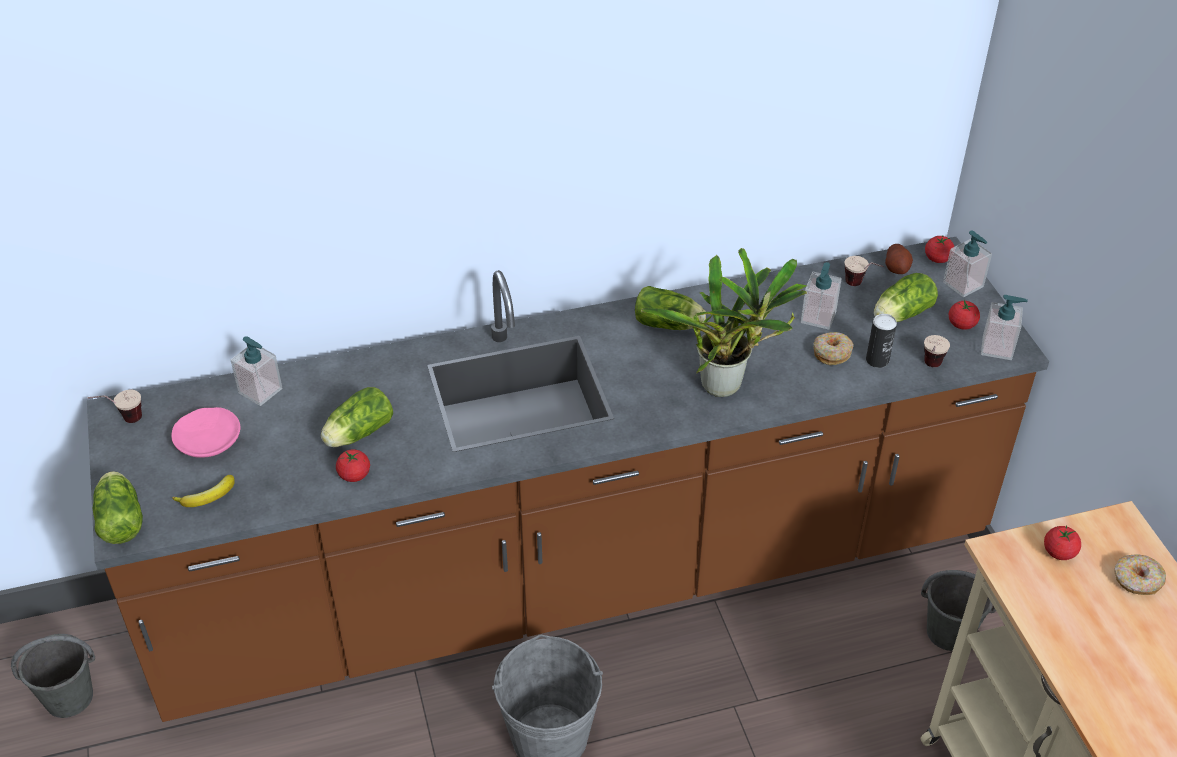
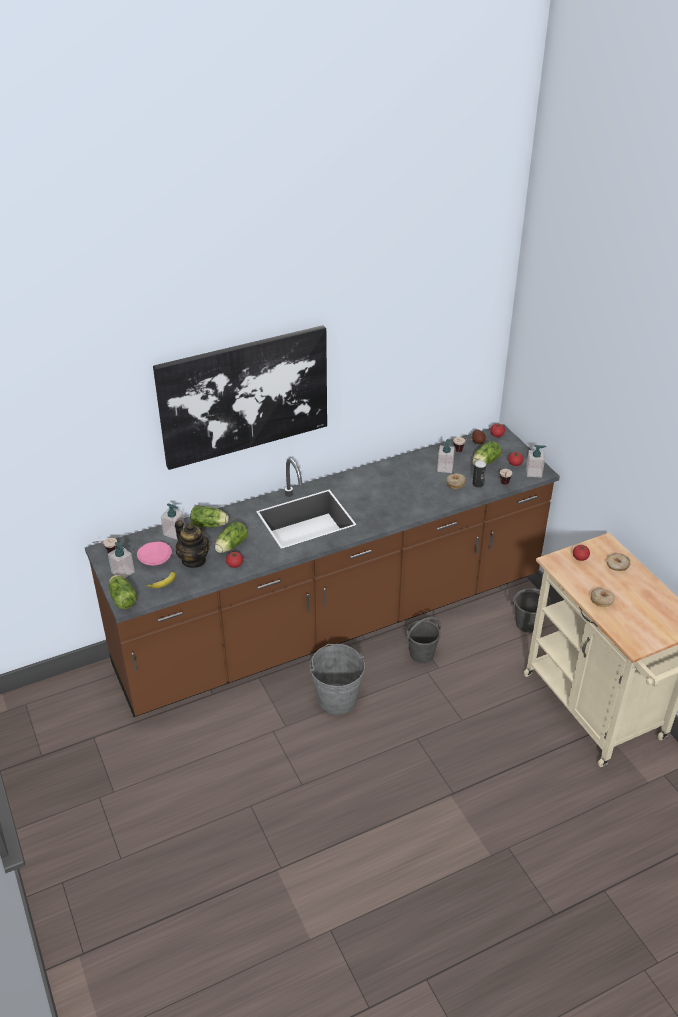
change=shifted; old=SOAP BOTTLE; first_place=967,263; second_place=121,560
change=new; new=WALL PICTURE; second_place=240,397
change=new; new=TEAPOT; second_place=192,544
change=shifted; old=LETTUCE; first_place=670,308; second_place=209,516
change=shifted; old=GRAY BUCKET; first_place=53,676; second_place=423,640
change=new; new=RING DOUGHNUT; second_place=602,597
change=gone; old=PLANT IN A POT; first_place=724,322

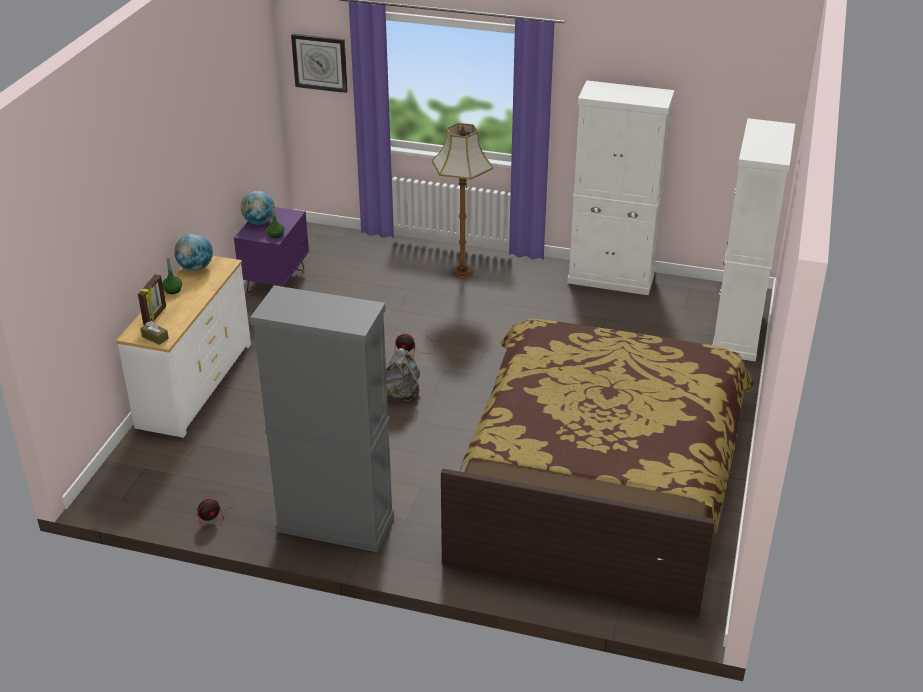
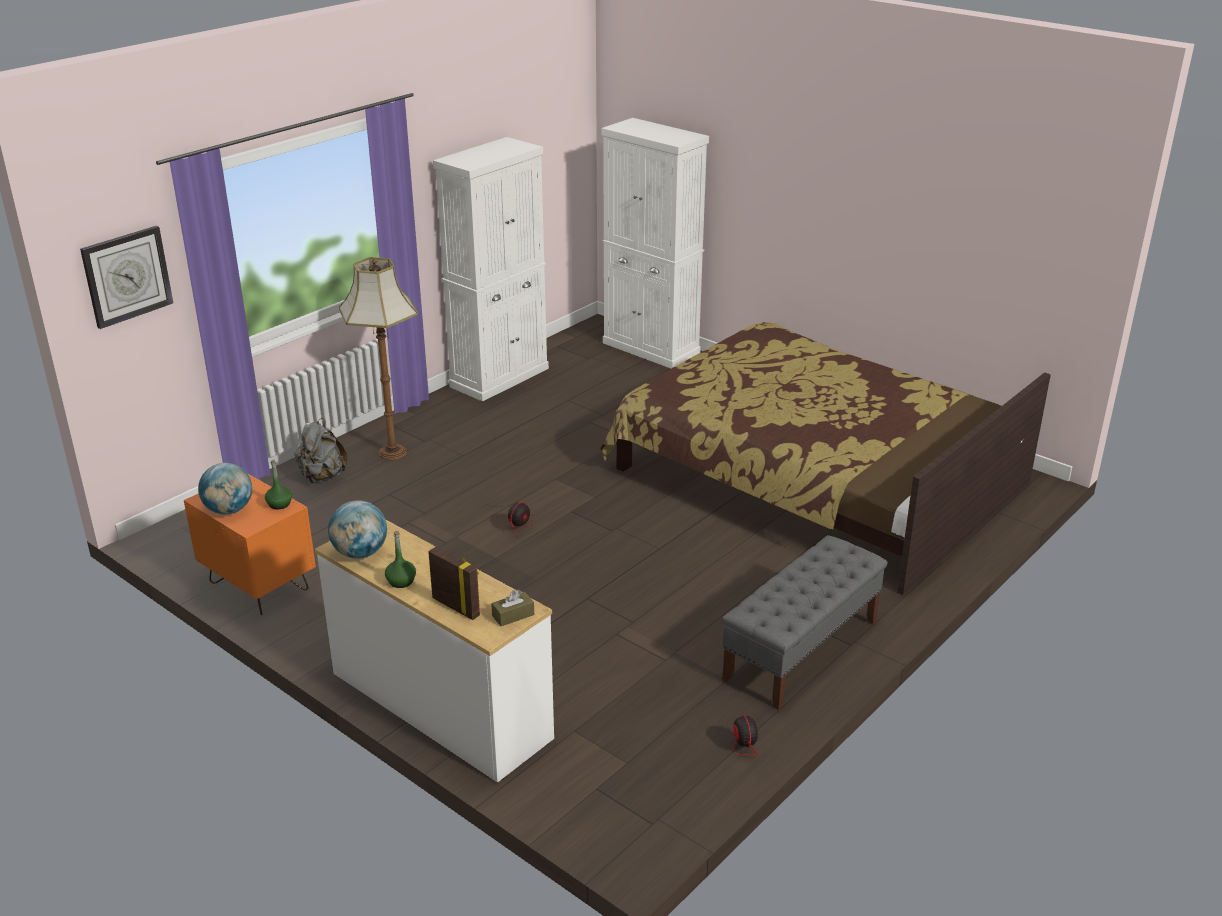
change=repainted; old=PURPLE BEDSIDE TABLE; new=ORANGE BEDSIDE TABLE; first_place=271,250; second_place=250,544
change=shifted; old=GRAY KNAPSACK; first_place=403,374; second_place=321,450
change=swapped; old=GRAY CUPBOARD; new=GRAY INDOOR BENCH; first_place=322,418; second_place=804,622

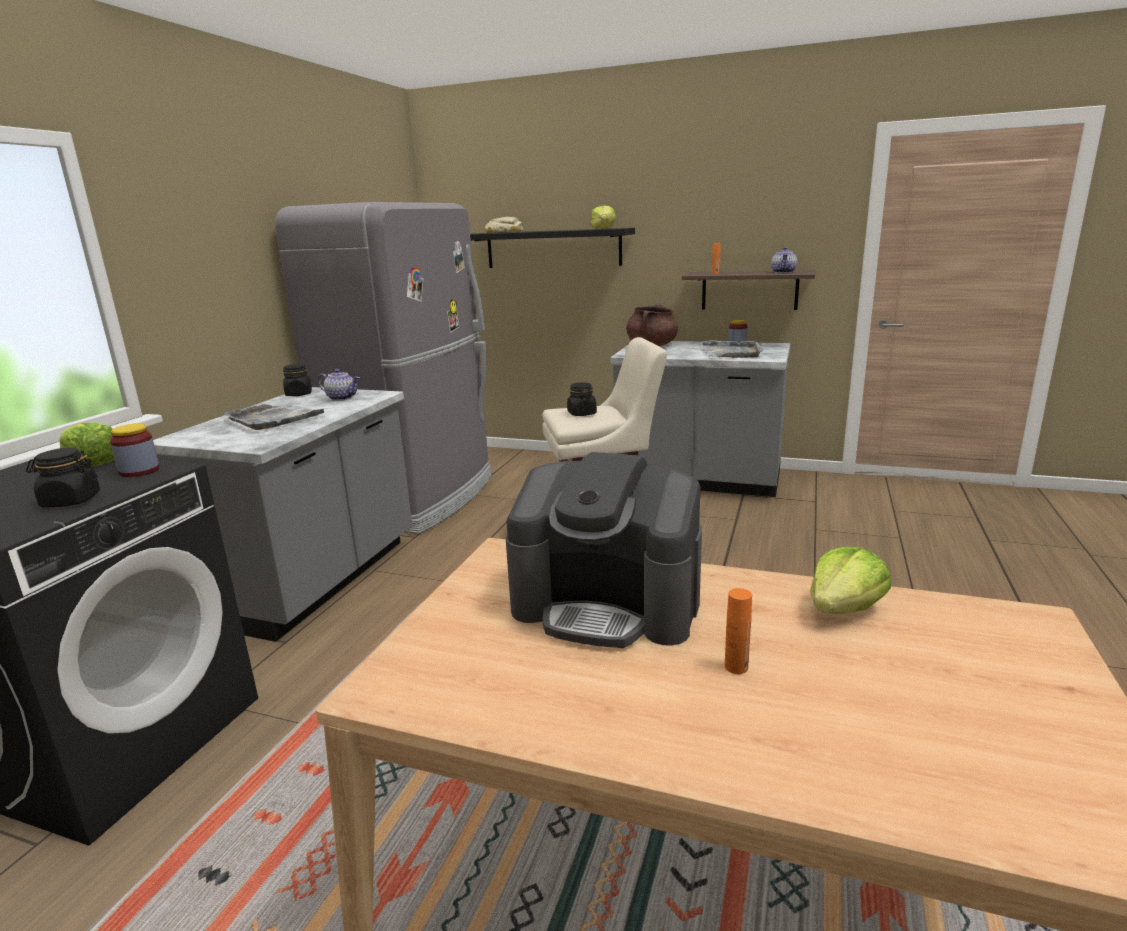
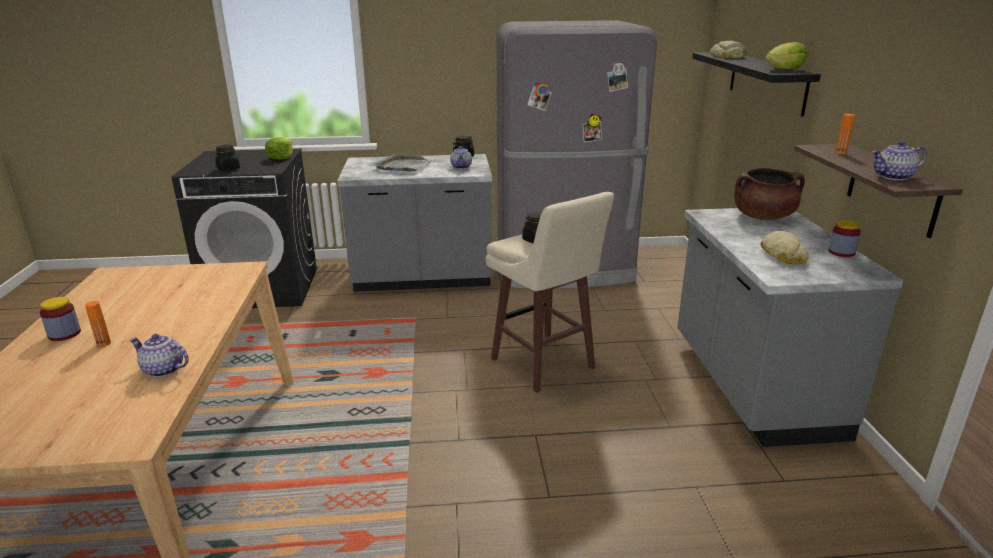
change=shifted; old=STORAGE JAR; first_place=135,450; second_place=60,319
change=swapped; old=LETTUCE; new=TEAPOT; first_place=850,580; second_place=159,355
change=swapped; old=GRAY CARRYING TRAY; new=BREAD; first_place=732,349; second_place=785,247
change=gone; old=COFFEE MACHINE; first_place=604,550

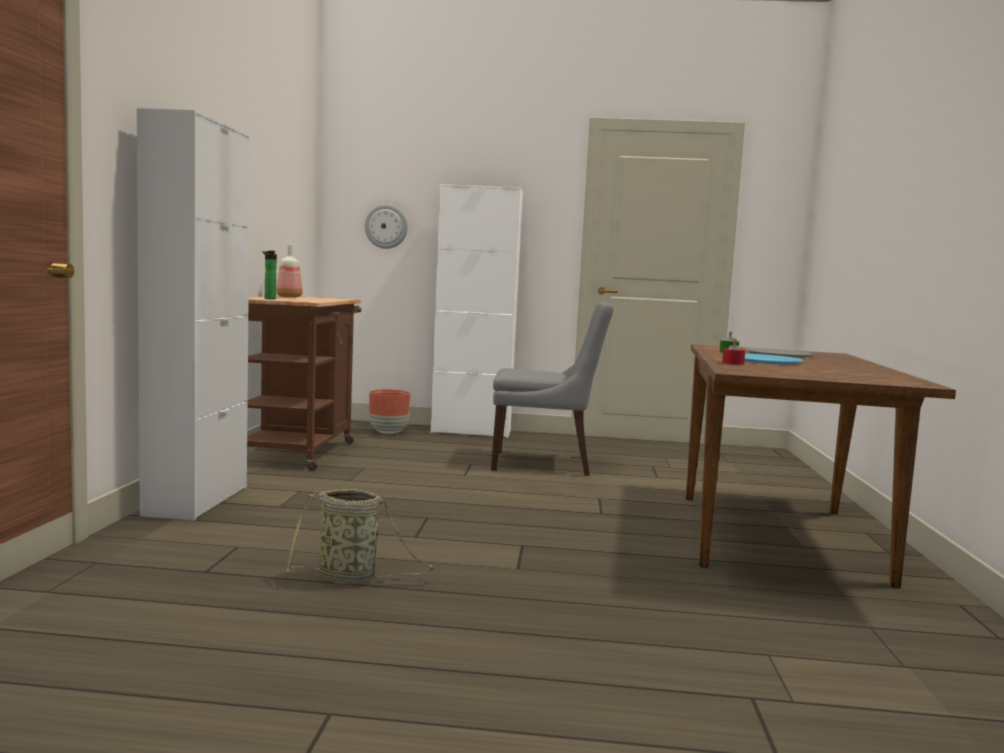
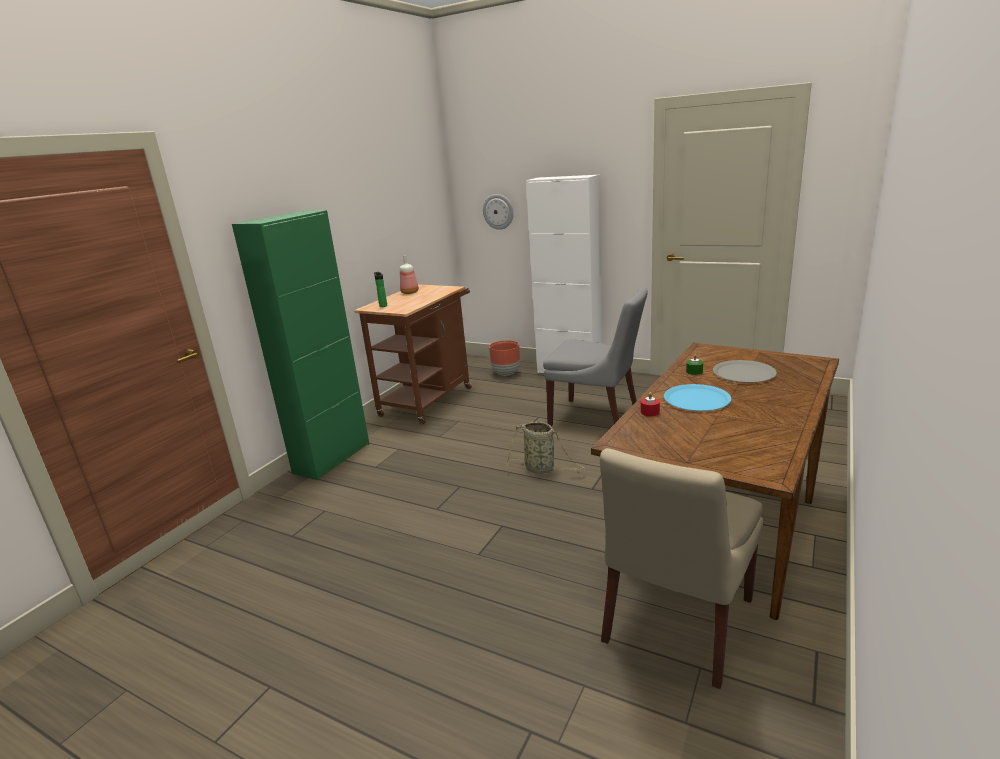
change=repainted; old=WHITE-COLOURED CUPBOARD; new=GREEN CUPBOARD; first_place=193,314; second_place=300,345
change=shifted; old=BASKET; first_place=359,536; second_place=545,448
change=new; new=BEIGE-COLOURED UPRIGHT CHAIR; second_place=681,568

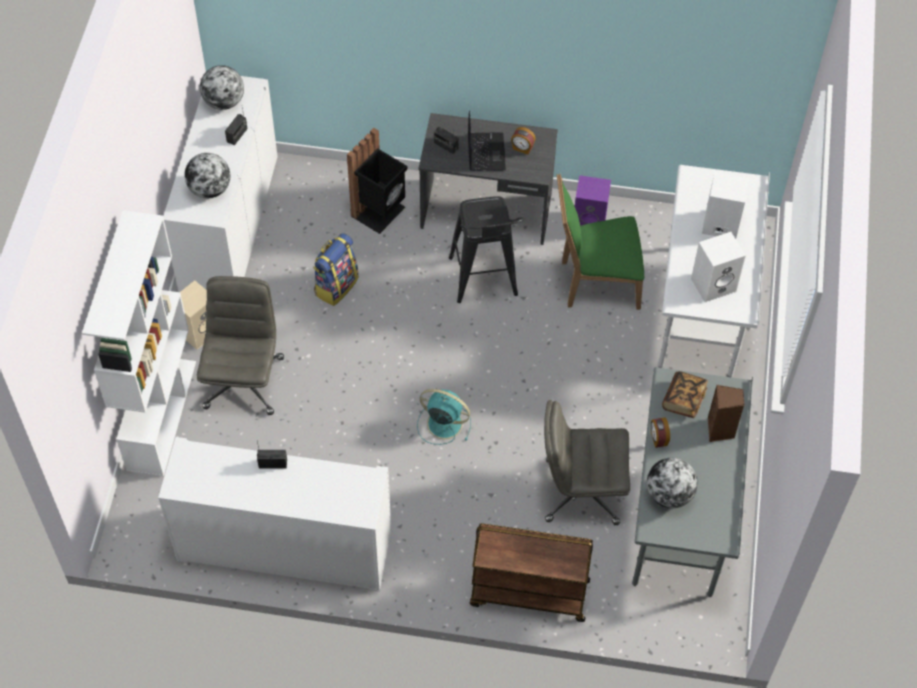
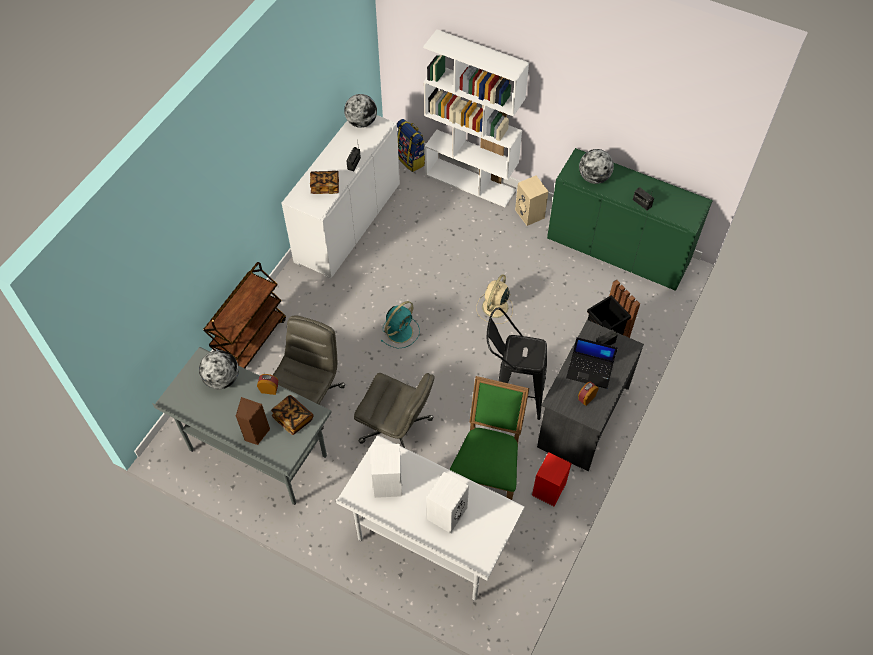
change=new; new=VOLUME; second_place=324,182
change=shifted; old=DESK GLOBE; first_place=222,87; second_place=360,111
change=shifted; old=GRAY OFFICE CHAIR; first_place=240,345; second_place=394,410
change=shifted; old=KNAPSACK; first_place=336,269; second_place=411,145
change=new; new=BEIGE-COLOURED ELECTRIC FAN; second_place=494,299
change=repainted; old=PURPLE LOUDSPEAKER; new=RED-COLOURED LOUDSPEAKER; first_place=593,200; second_place=552,479
change=repainted; old=WHITE-COLOURED CUPBOARD; new=GREEN CUPBOARD; first_place=220,184; second_place=630,219

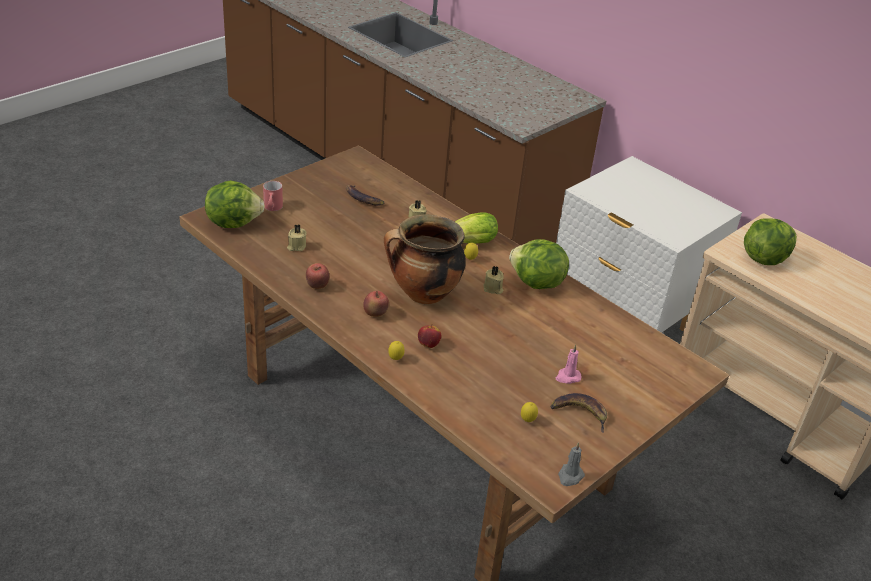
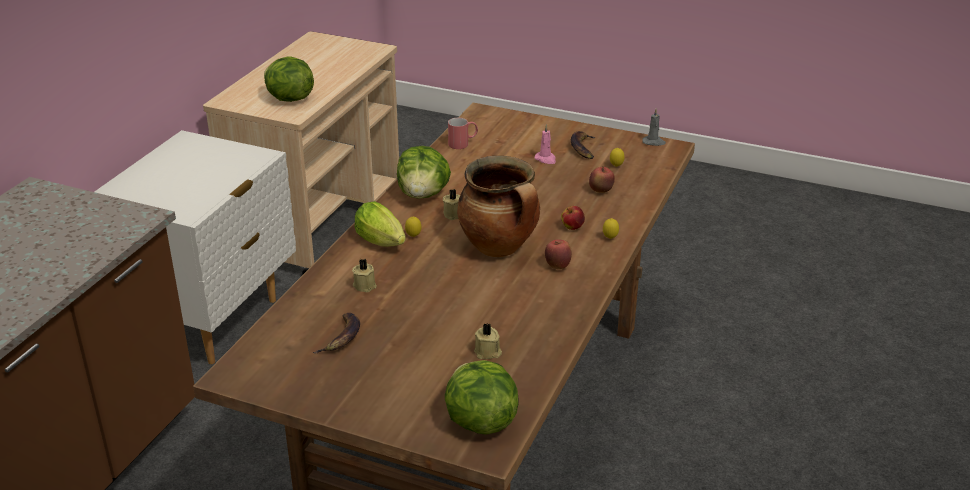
change=shifted; old=RED-COLOURED TEA MUG; first_place=273,196; second_place=463,133
change=shifted; old=APPLE FRUIT; first_place=317,276; second_place=602,179

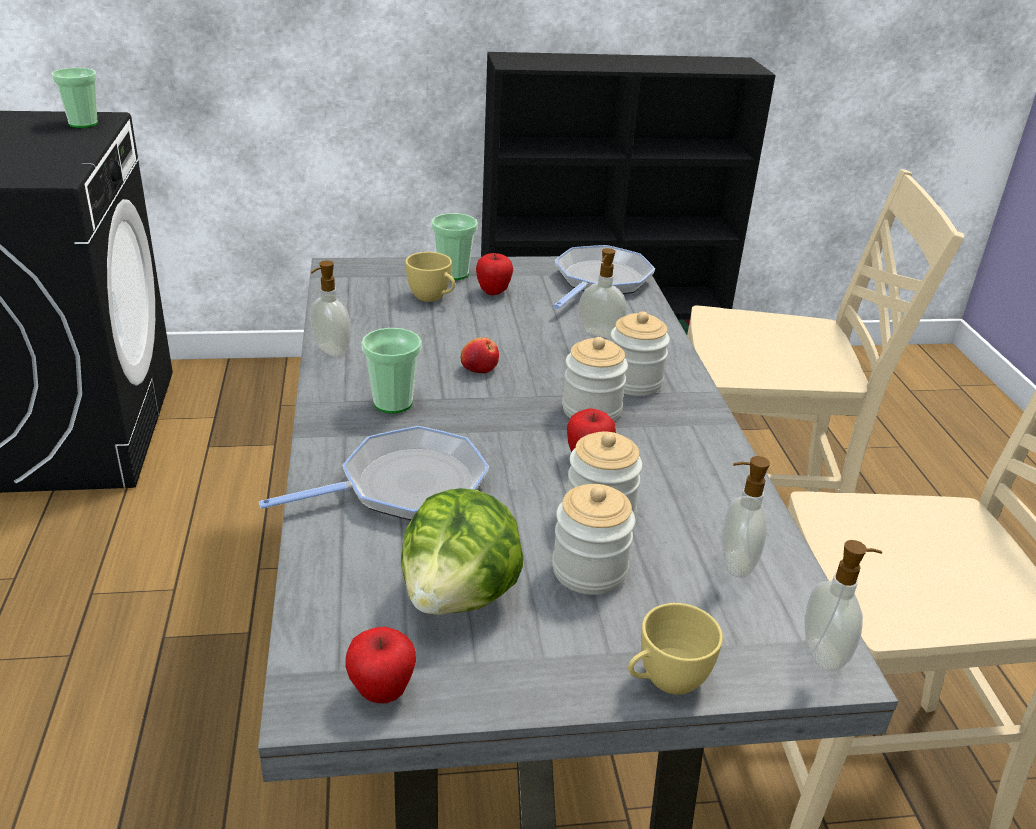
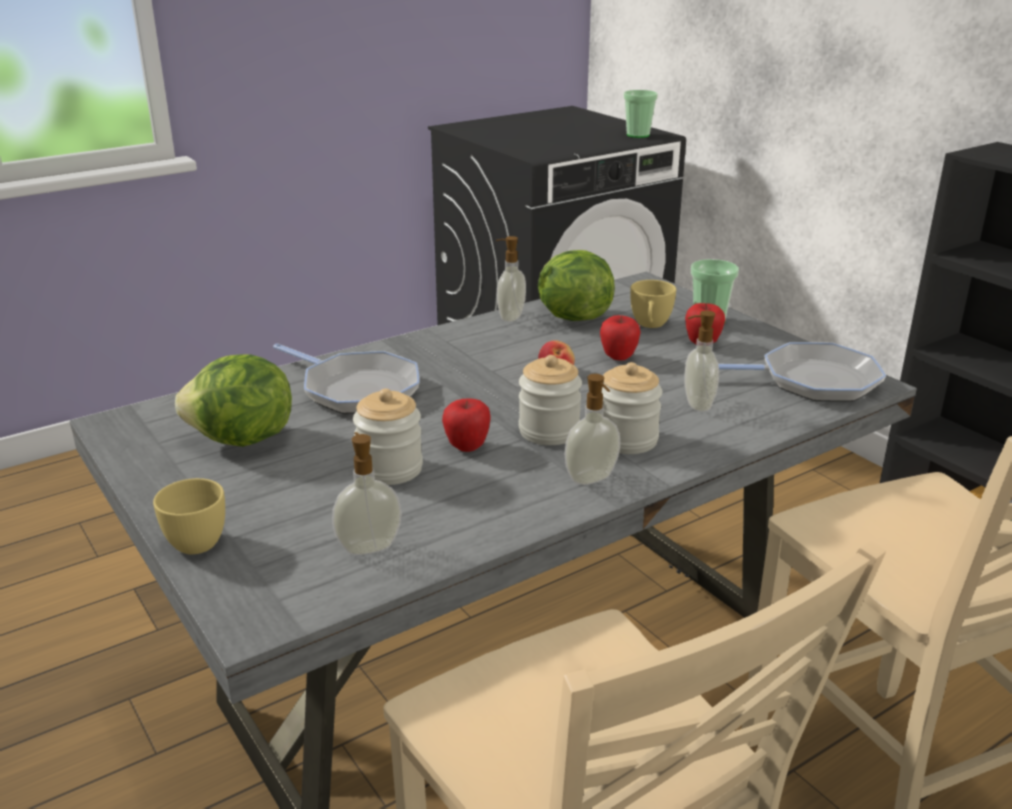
change=new; new=LETTUCE; second_place=576,285
change=shifted; old=SOAP BOTTLE; first_place=843,606; second_place=592,429
change=shifted; old=APPLE FRUIT; first_place=380,665; second_place=620,338
change=gone; old=DRINKING CUP; first_place=392,370
change=gone; old=STORAGE JAR; first_place=593,539

